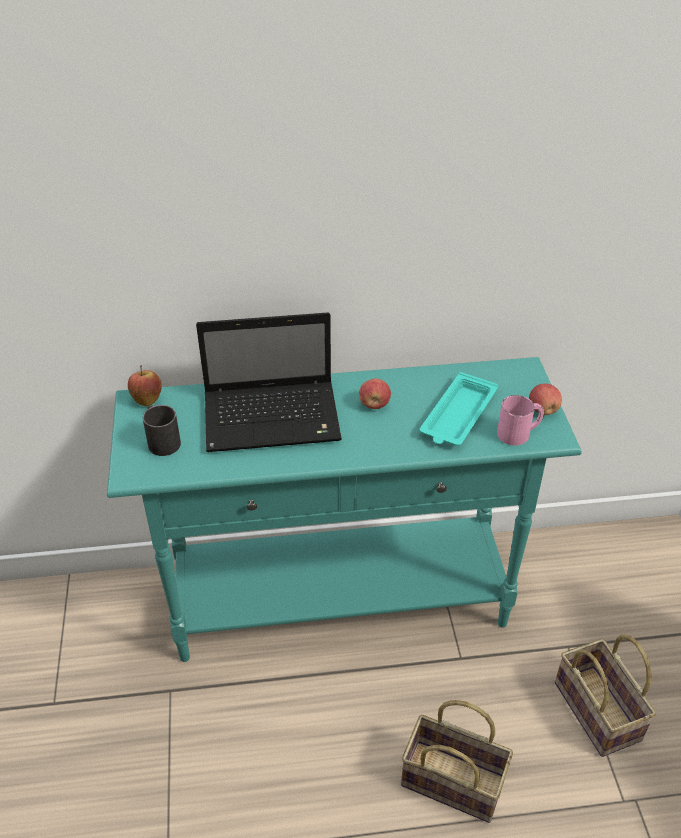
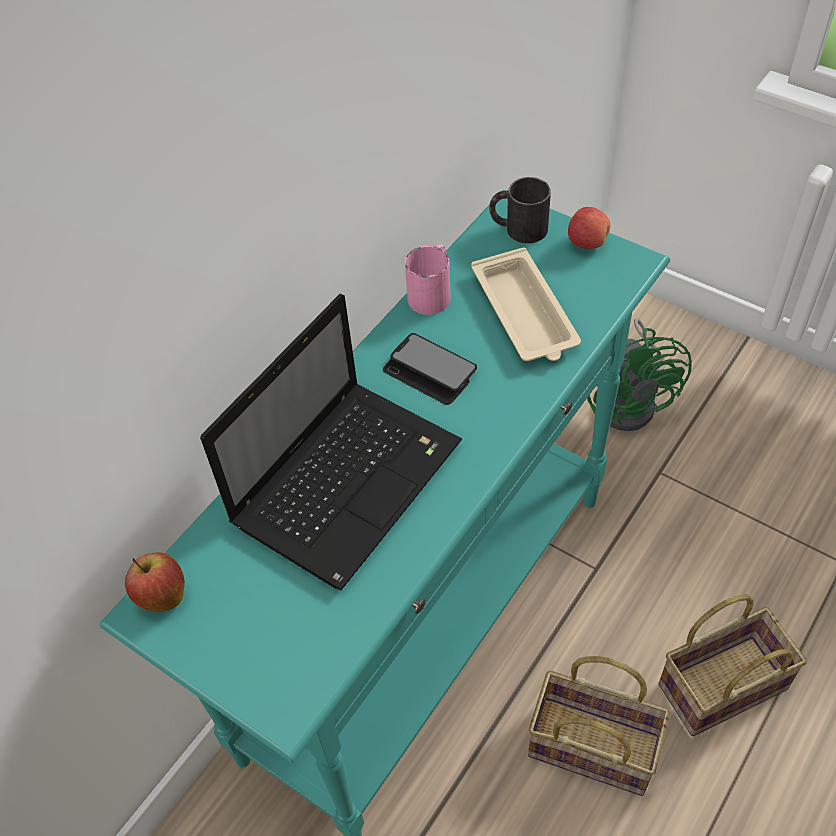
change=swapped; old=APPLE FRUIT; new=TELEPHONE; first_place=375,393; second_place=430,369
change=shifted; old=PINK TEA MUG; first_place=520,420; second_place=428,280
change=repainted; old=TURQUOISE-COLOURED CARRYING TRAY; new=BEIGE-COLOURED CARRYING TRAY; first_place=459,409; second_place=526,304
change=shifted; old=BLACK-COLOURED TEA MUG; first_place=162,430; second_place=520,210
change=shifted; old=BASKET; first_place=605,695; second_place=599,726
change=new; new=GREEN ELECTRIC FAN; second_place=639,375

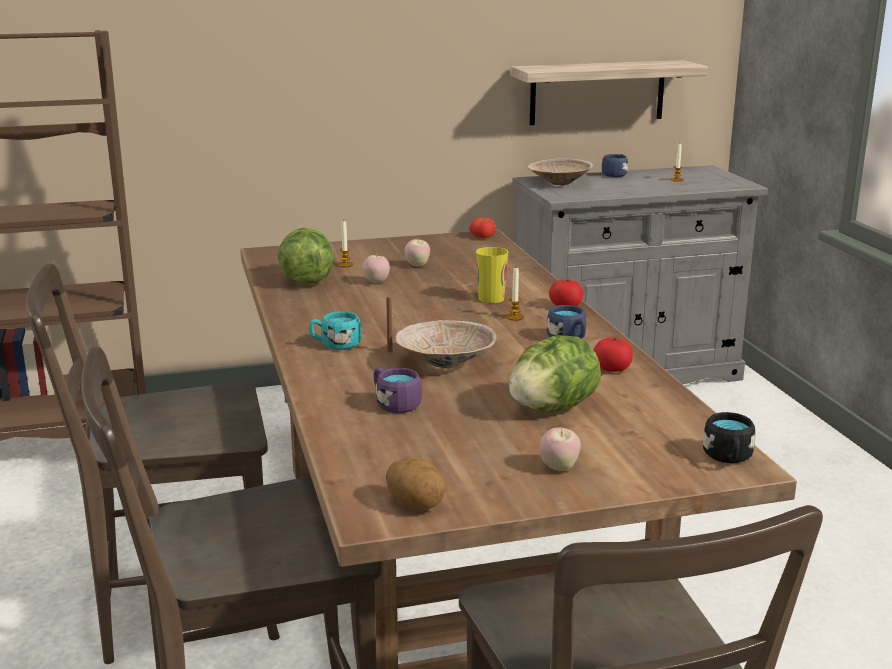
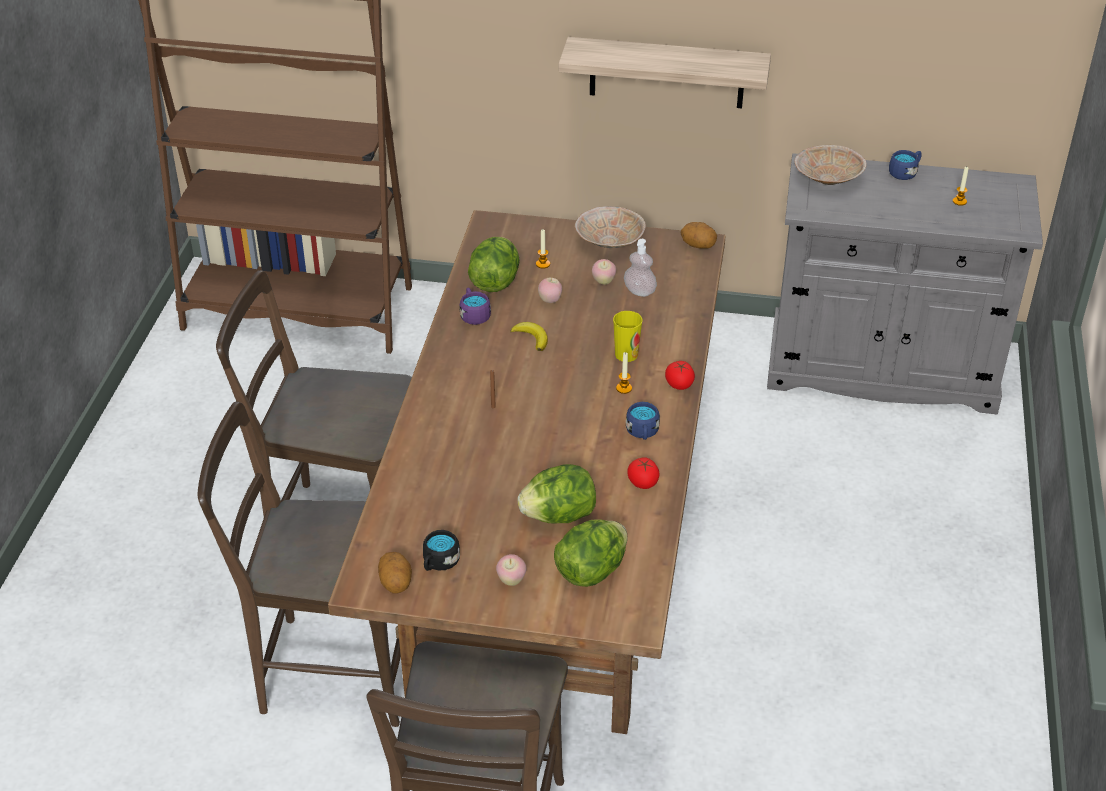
change=shifted; old=BLACK-COLOURED TEA MUG; first_place=729,437; second_place=441,550
change=shifted; old=PURPLE TEA MUG; first_place=398,390; second_place=475,306
change=new; new=BANANA FRUIT; second_place=529,336
change=new; new=LETTUCE; second_place=591,553
change=shifted; old=SHELF; first_place=609,92; second_place=665,72
change=shifted; old=BEIGE-COLOURED SERVING BOWL; first_place=445,344; second_place=610,227
change=new; new=SOAP BOTTLE; second_place=640,268
change=swapped; old=FRESH TOMATO; new=SPUD; first_place=482,228; second_place=698,235
change=gone; old=TURQUOISE-COLOURED TEA MUG; first_place=335,330

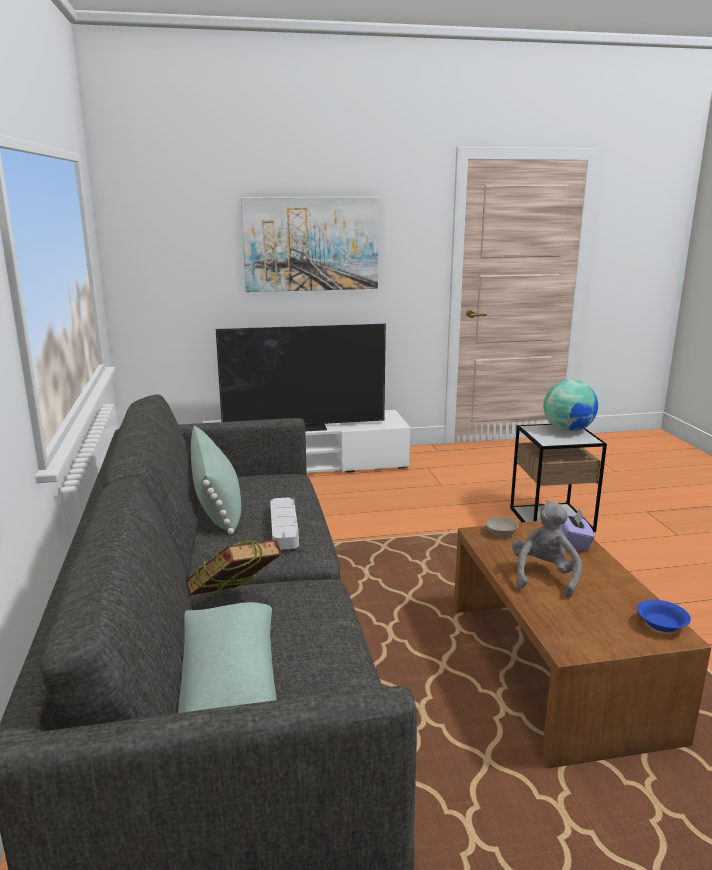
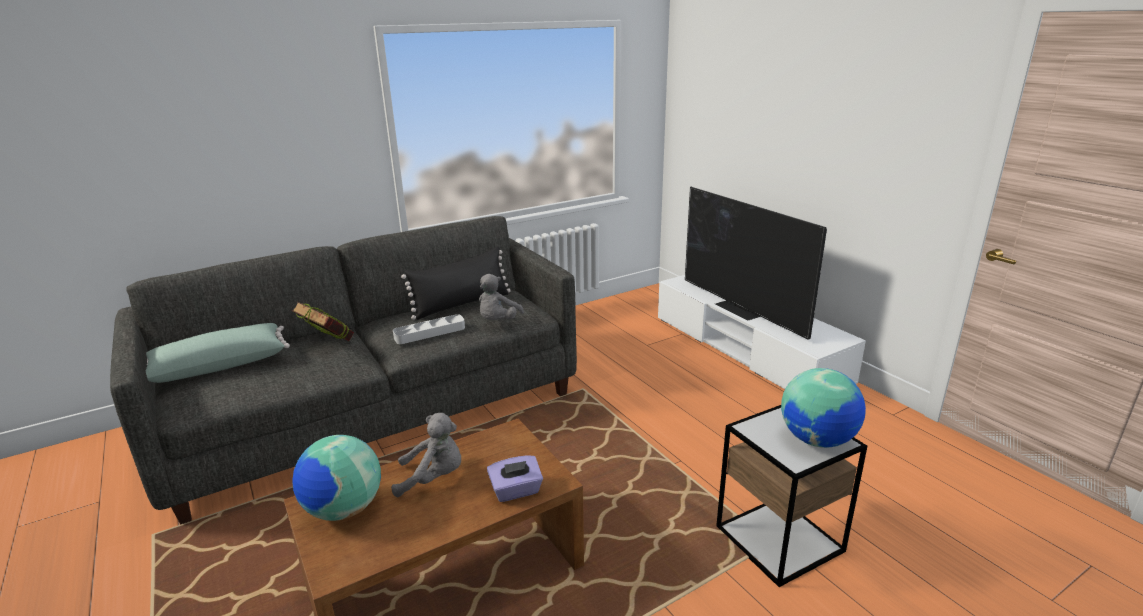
change=new; new=DESK GLOBE; second_place=336,478
change=repainted; old=GREEN THROW PILLOW; new=BLACK-COLOURED THROW PILLOW; first_place=216,480; second_place=456,283
change=new; new=GRAY PLUSH TOY; second_place=501,297
change=gone; old=WALL PICTURE; first_place=310,244
change=gone; old=BEIGE-COLOURED SERVING BOWL; first_place=502,526
change=gone; old=BLUE SERVING BOWL; first_place=664,616

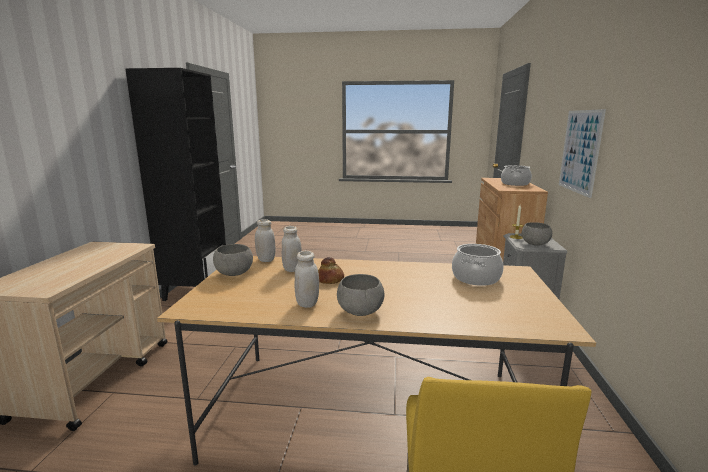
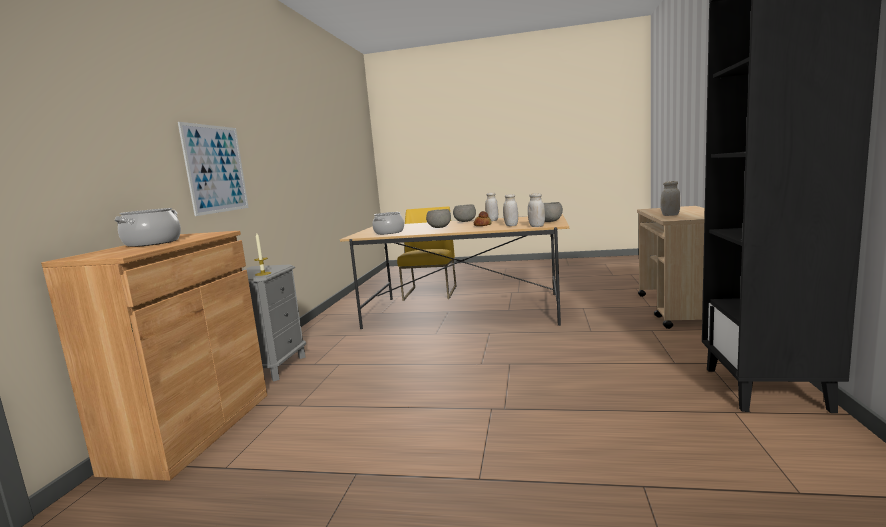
change=shifted; old=GRAY SERVING BOWL; first_place=537,234; second_place=438,218
change=new; new=WHITE-COLOURED STORAGE JAR; second_place=670,198

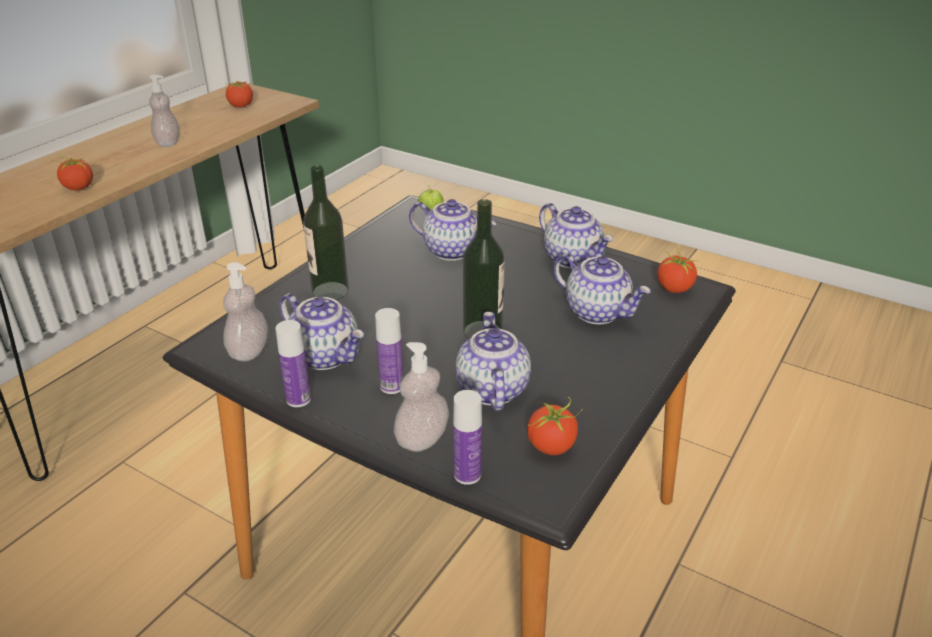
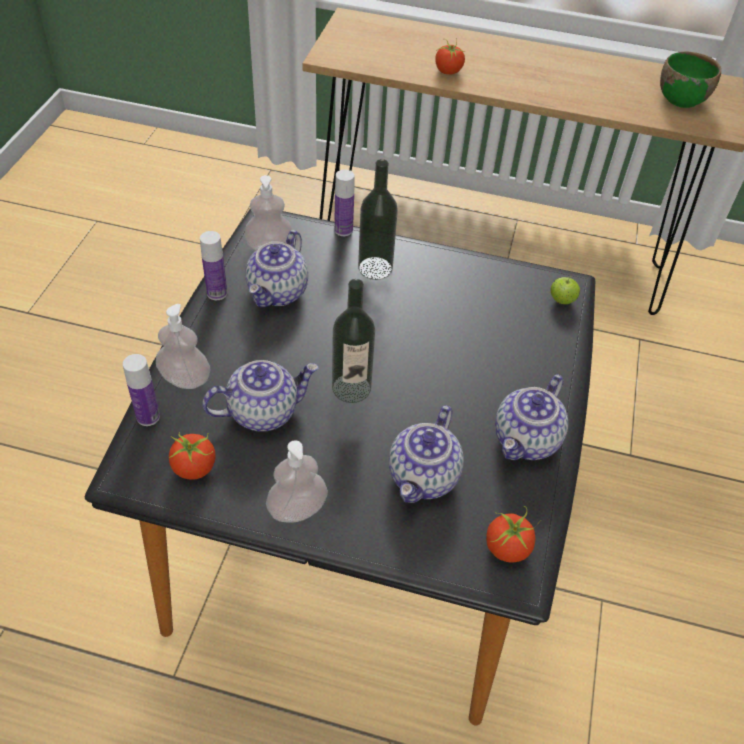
change=shifted; old=SOAP BOTTLE; first_place=164,110; second_place=297,481
change=shifted; old=BOTTLE; first_place=389,351; second_place=344,202
change=swapped; old=FRESH TOMATO; new=GREEN SERVING BOWL; first_place=239,94; second_place=690,79
change=gone; old=TEAPOT; first_place=453,230

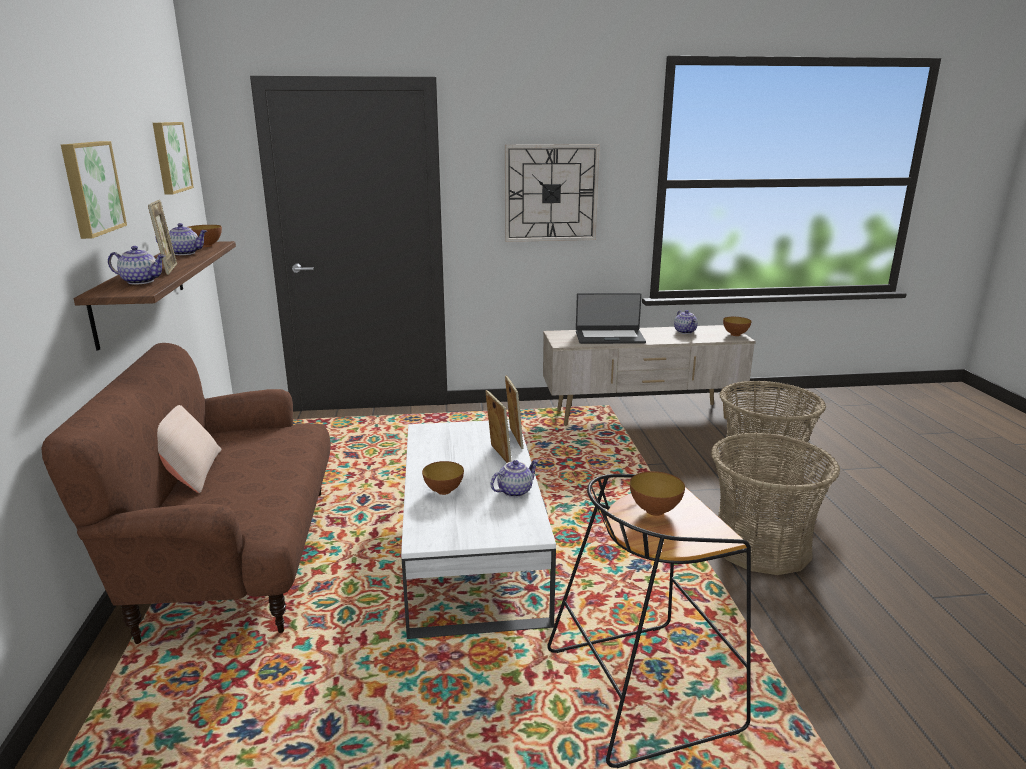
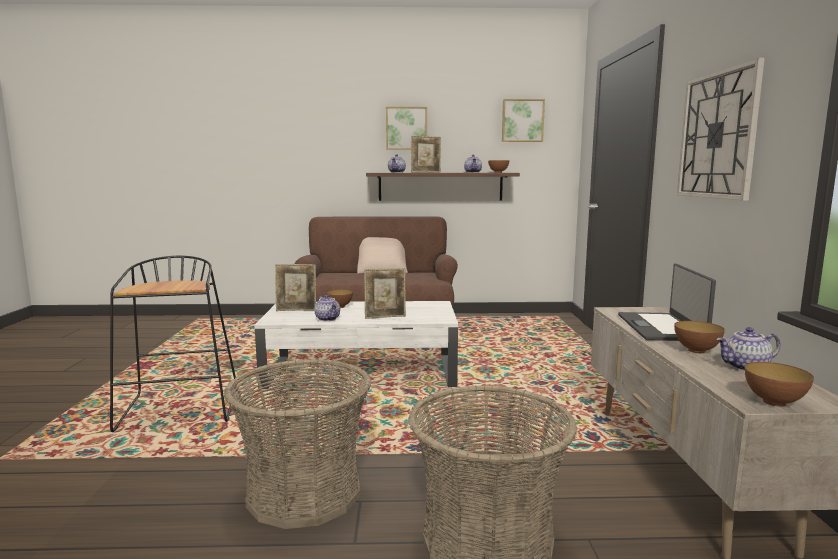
change=shifted; old=PHOTO FRAME; first_place=514,412; second_place=295,287
change=shifted; old=SERVING BOWL; first_place=657,493; second_place=699,337

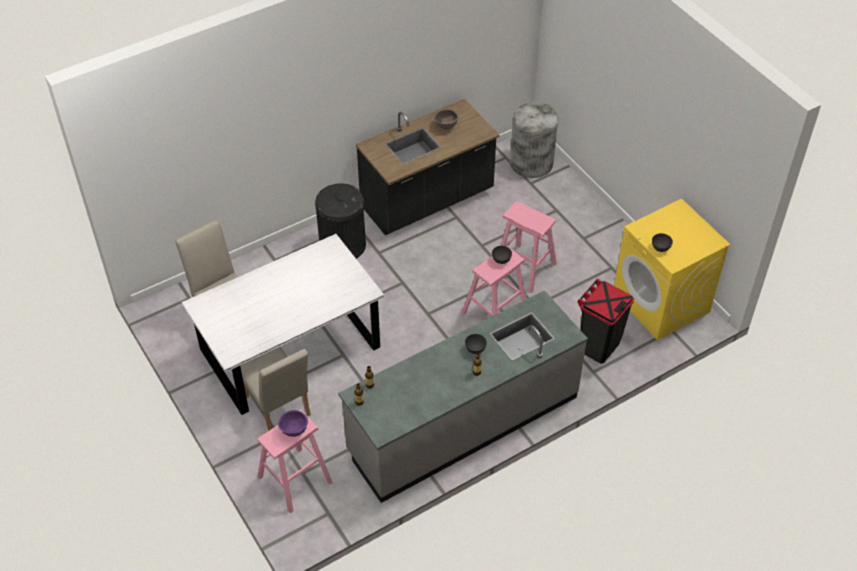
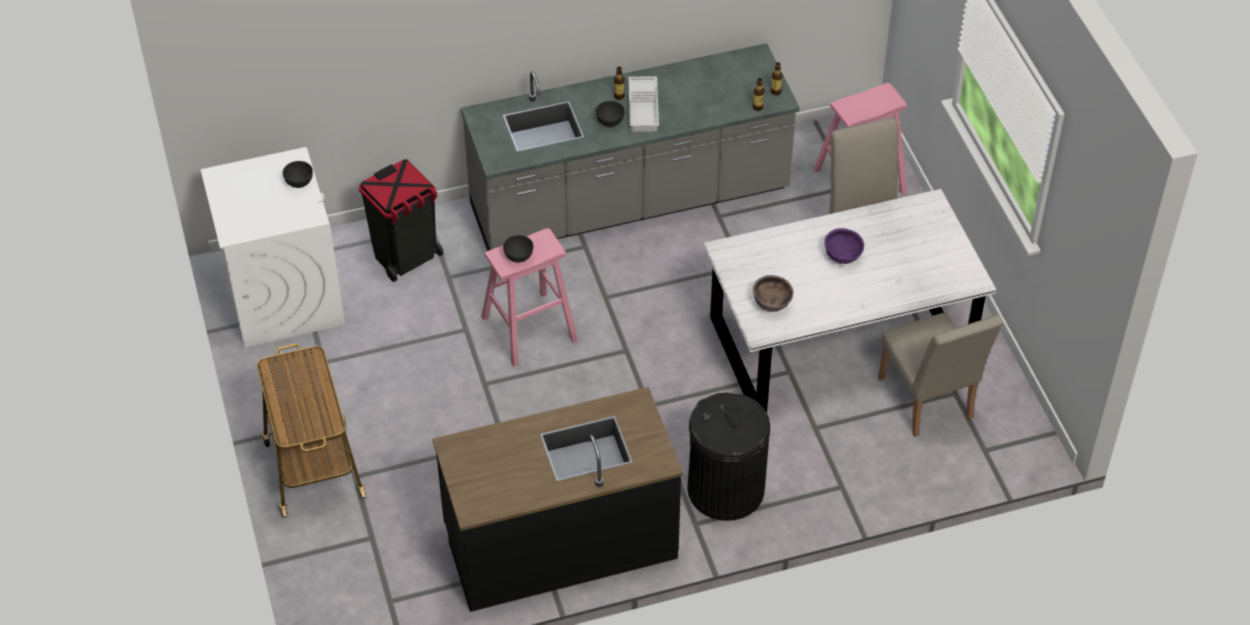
change=repainted; old=YELLOWISH LAUNDRY MACHINE; new=WHITE-COLOURED LAUNDRY MACHINE; first_place=672,269; second_place=272,247
change=new; new=CART; second_place=311,430
change=new; new=WHITE-COLOURED CARRYING TRAY; second_place=643,104
change=shifted; old=BROWN-COLOURED SERVING BOWL; first_place=446,119; second_place=773,293
change=shifted; old=PURPLE SERVING BOWL; first_place=293,423; second_place=844,246
change=gone; old=PINK STOOL SEAT; first_place=529,247
change=gone; old=GRAY TRASH CAN; first_place=534,140

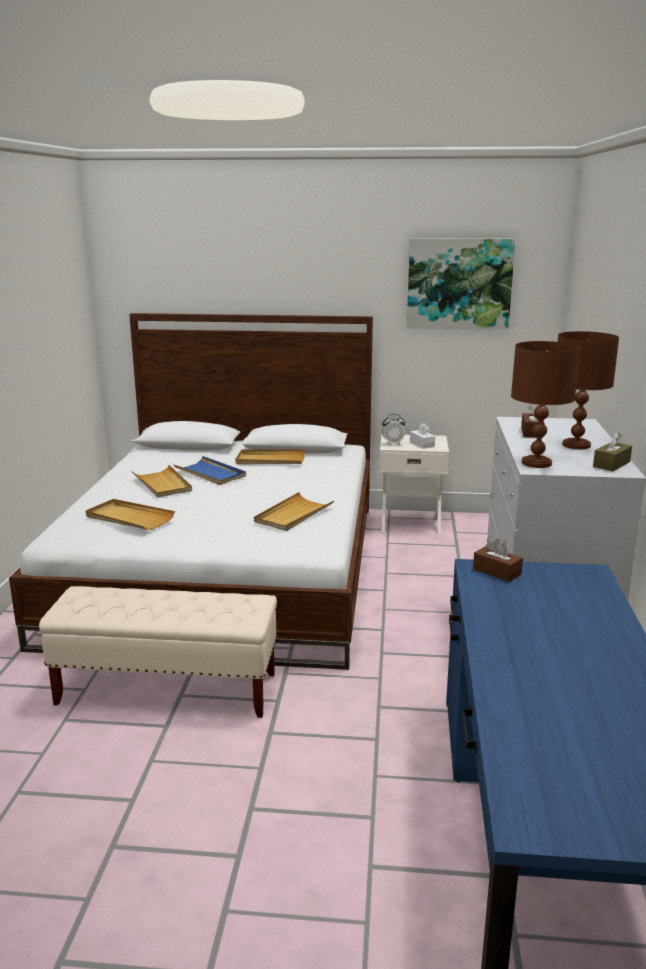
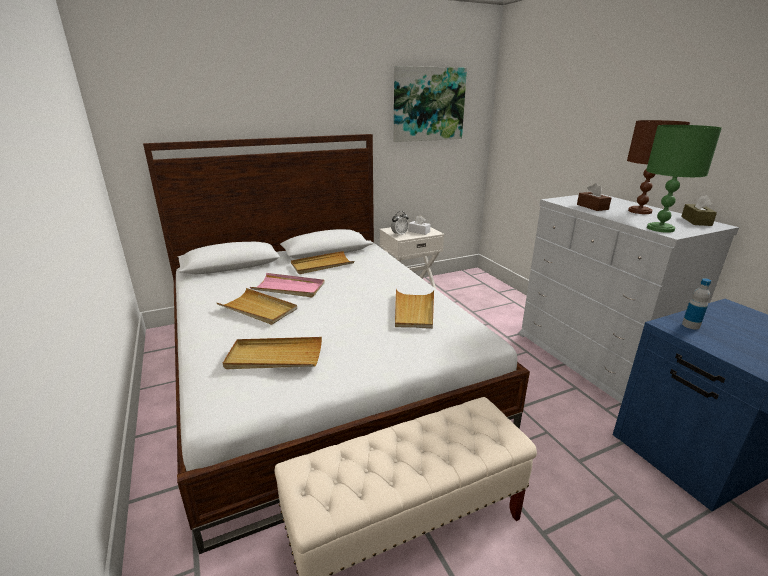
change=repainted; old=BLUE CARRYING TRAY; new=PINK CARRYING TRAY; first_place=210,470; second_place=287,285
change=repainted; old=BROWN-COLOURED TABLE LAMP; new=GREEN TABLE LAMP; first_place=545,404; second_place=684,179
change=swapped; old=BROWN-COLOURED TISSUE BOX; new=BOTTLE; first_place=498,560; second_place=696,304

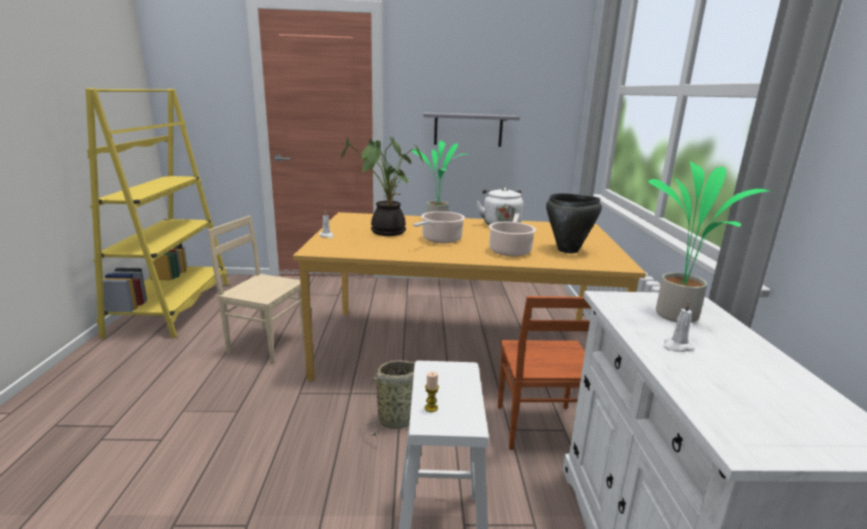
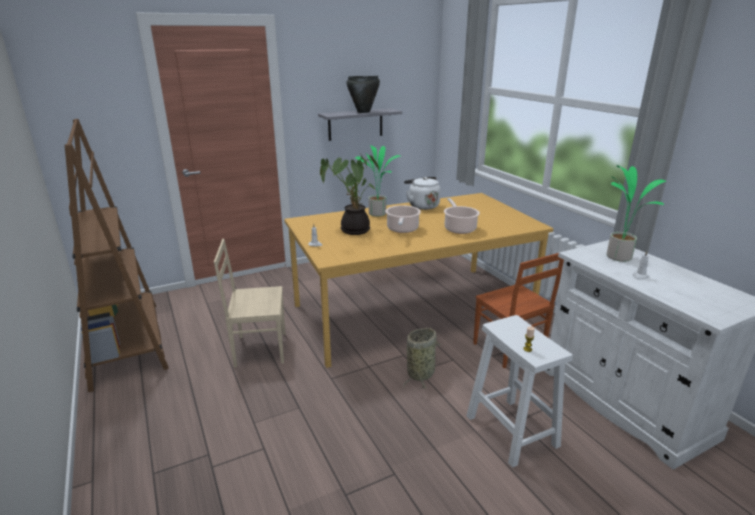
change=repainted; old=YELLOWISH BOOKCASE; new=BROWN-COLOURED BOOKCASE; first_place=157,213; second_place=117,255
change=shifted; old=BLACK-COLOURED STOCKPOT; first_place=574,223; second_place=363,94

